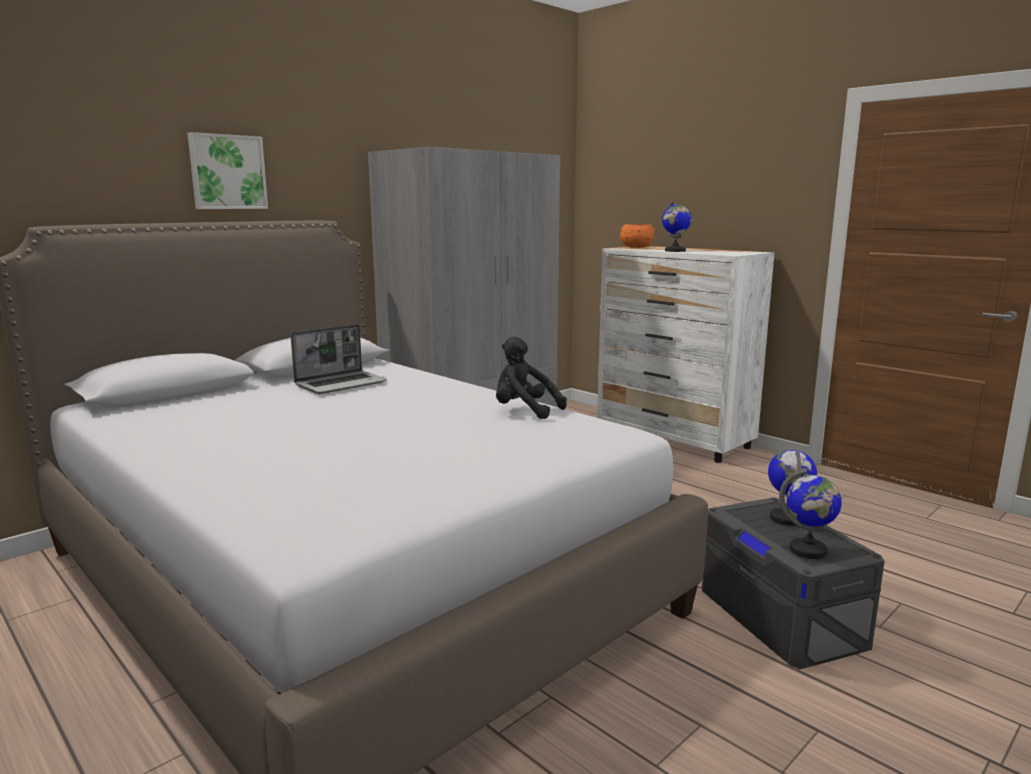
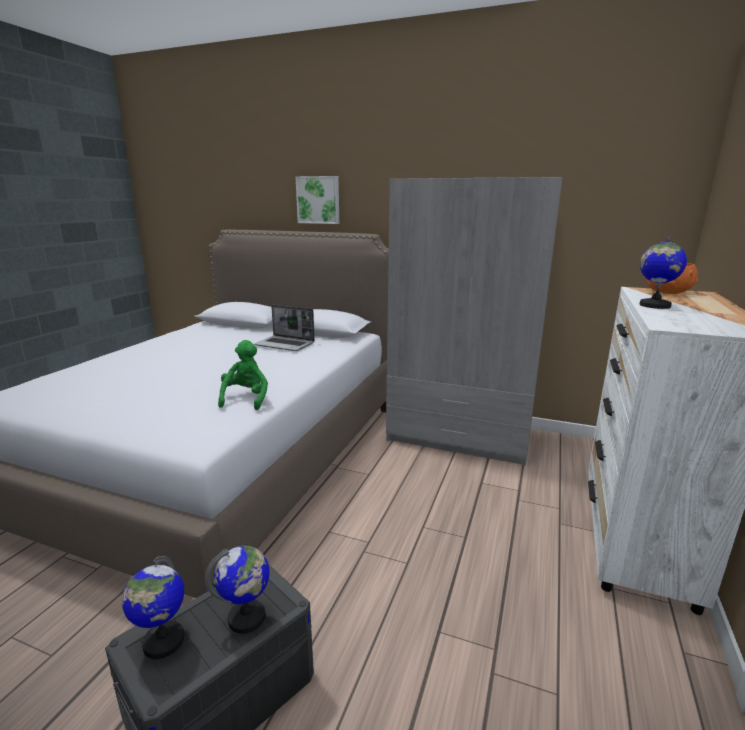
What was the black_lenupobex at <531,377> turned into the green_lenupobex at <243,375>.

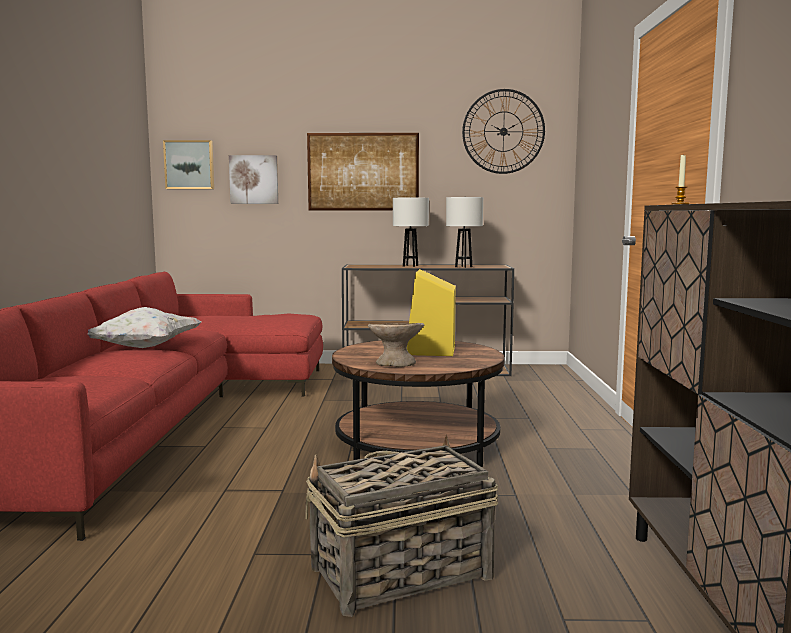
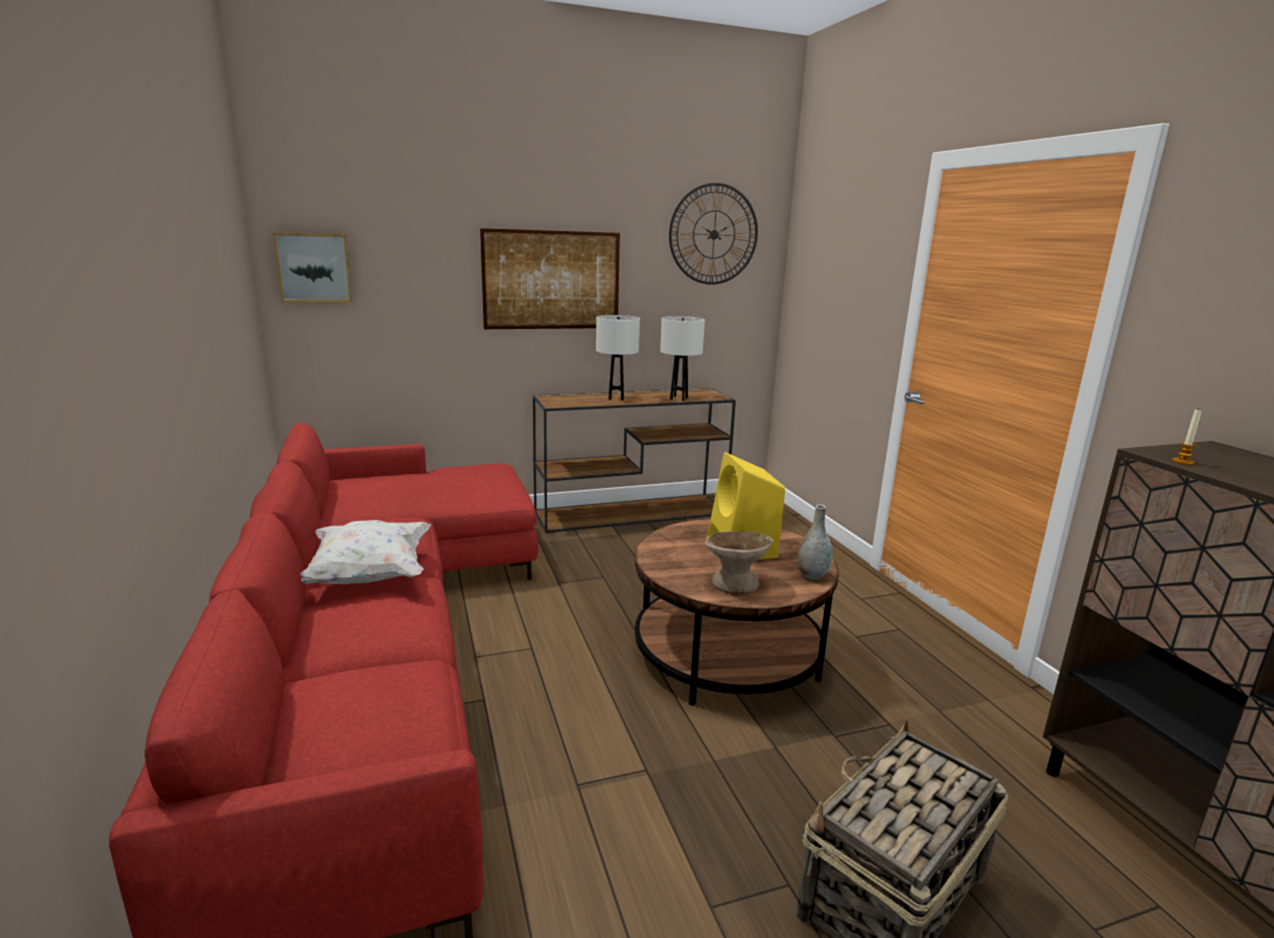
The second view lost the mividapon at <253,179>.
The second view gained the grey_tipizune at <814,541>.

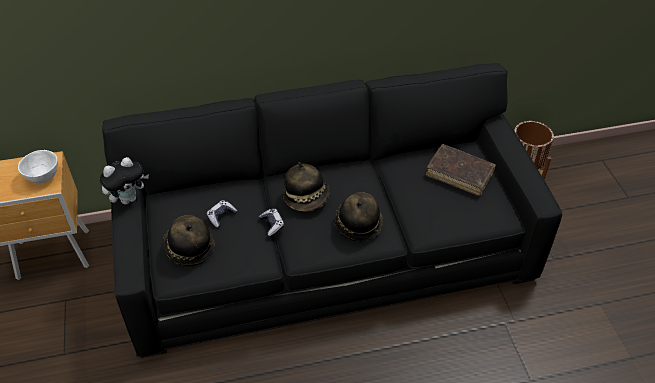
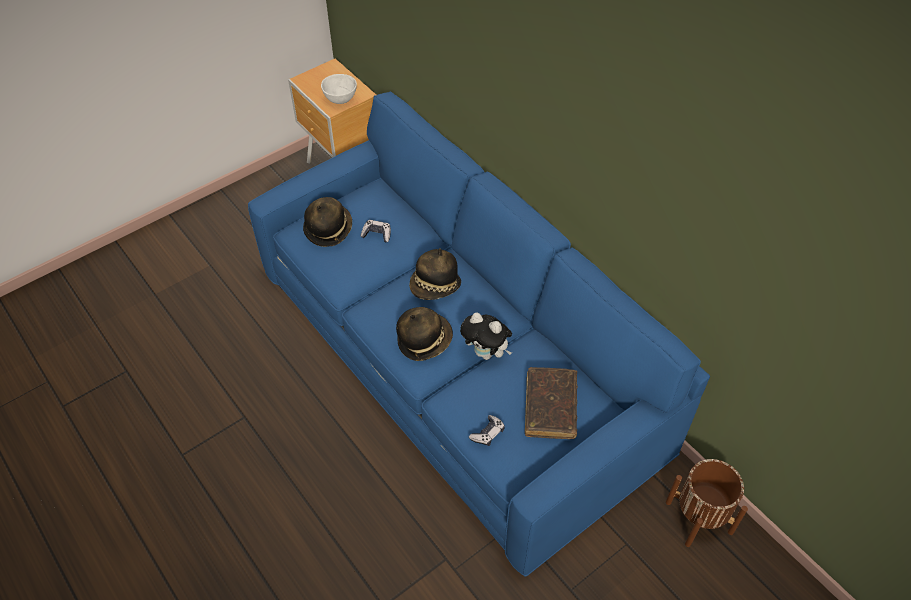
The lenupobex ended up elsewhere, having gone from <124,180> to <486,336>.
The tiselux ended up elsewhere, having gone from <271,222> to <487,430>.
What was the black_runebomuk at <332,210> turned into the blue_runebomuk at <479,334>.

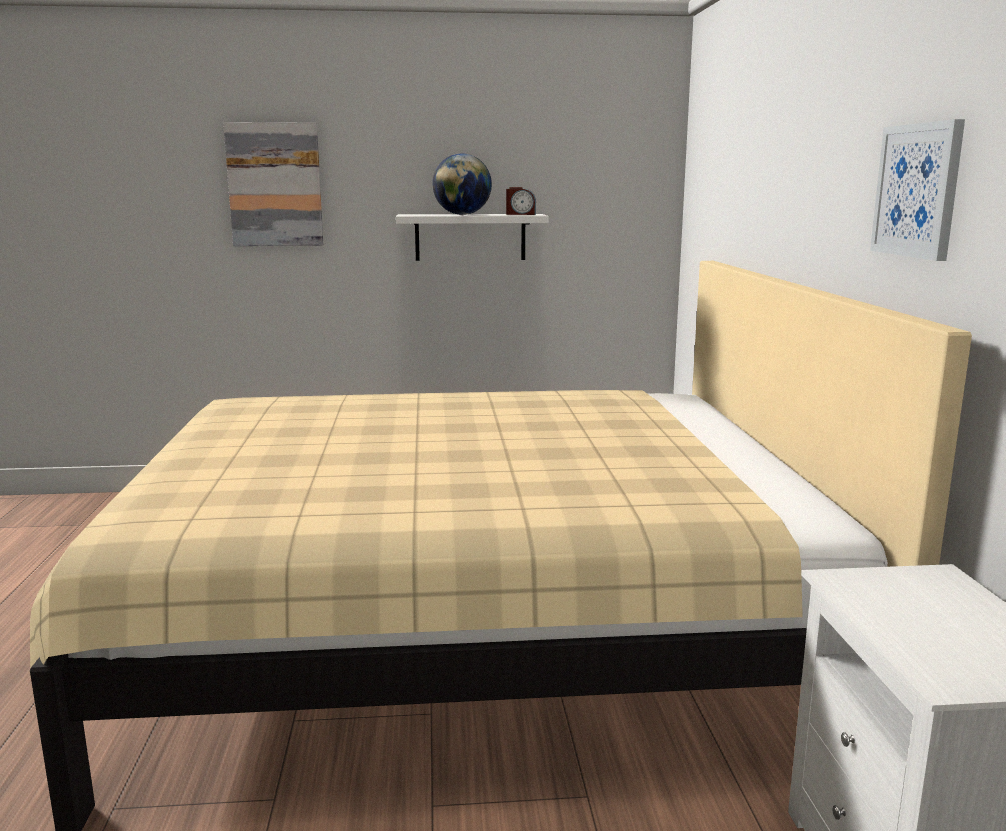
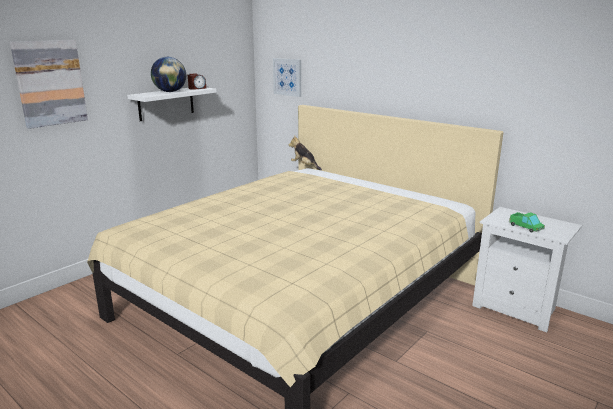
The second view gained the lenupobex at <305,153>.
The second view gained the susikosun at <527,222>.
The mividapon ended up elsewhere, having gone from <917,190> to <287,77>.

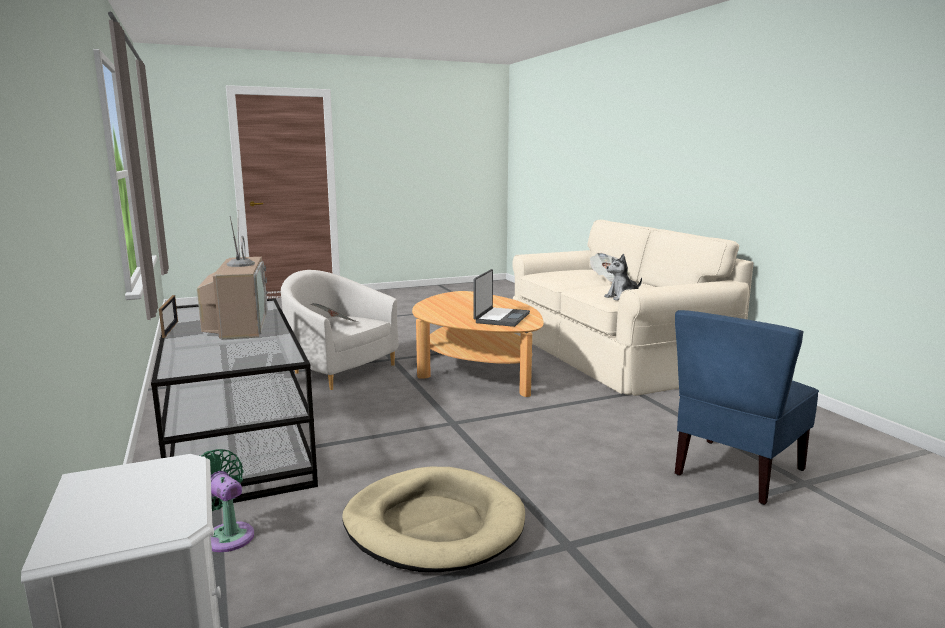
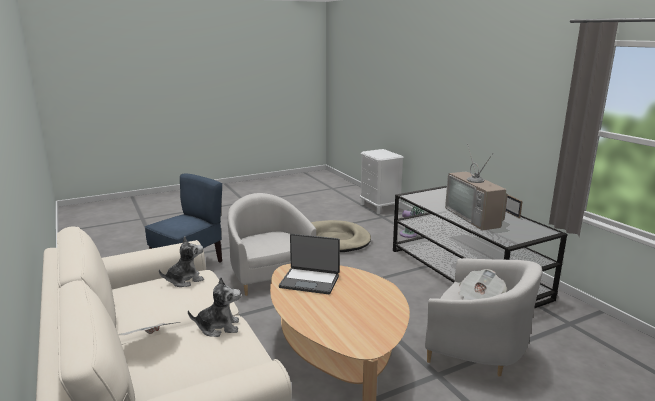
The second view gained the lenupobex at <214,307>.
The second view gained the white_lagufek at <272,244>.
The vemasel at <501,298> ended up facing another way, 90 degrees counterclockwise from before.

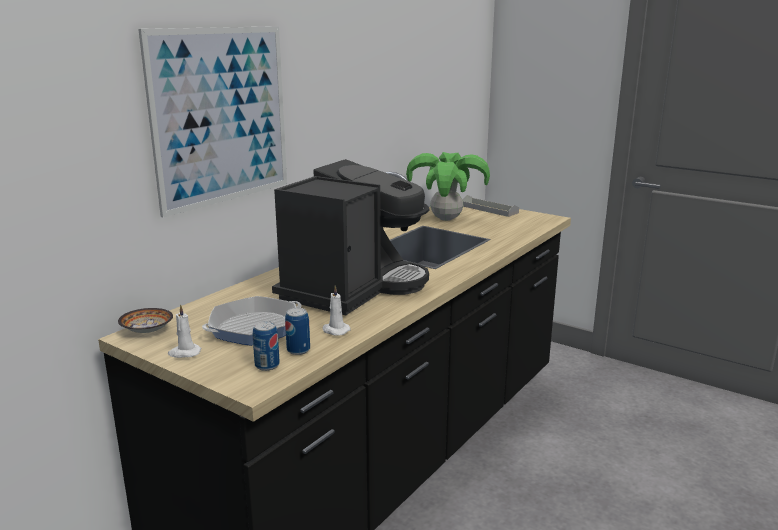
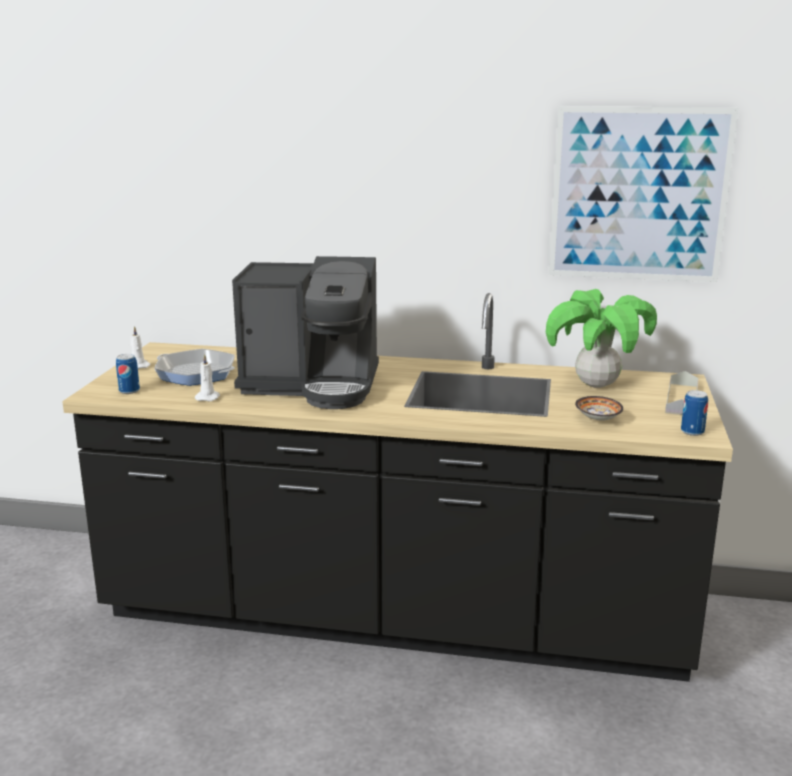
The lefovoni ended up elsewhere, having gone from <145,320> to <599,408>.
The mividapon ended up elsewhere, having gone from <212,122> to <644,194>.
The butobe ended up elsewhere, having gone from <297,331> to <694,413>.

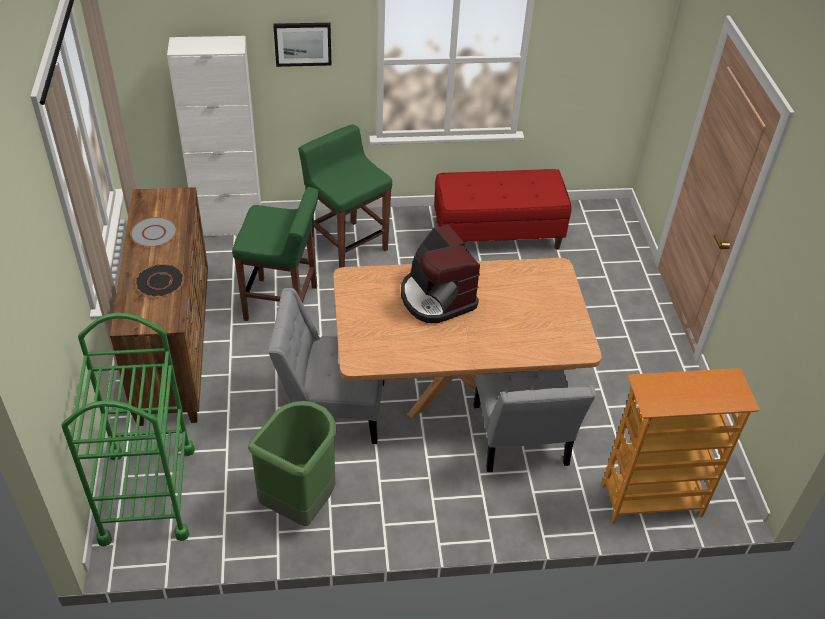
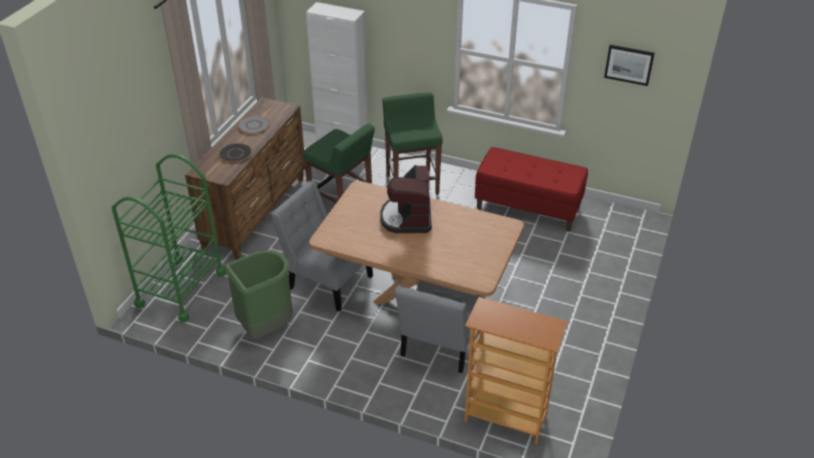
The mividapon ended up elsewhere, having gone from <302,45> to <629,65>.

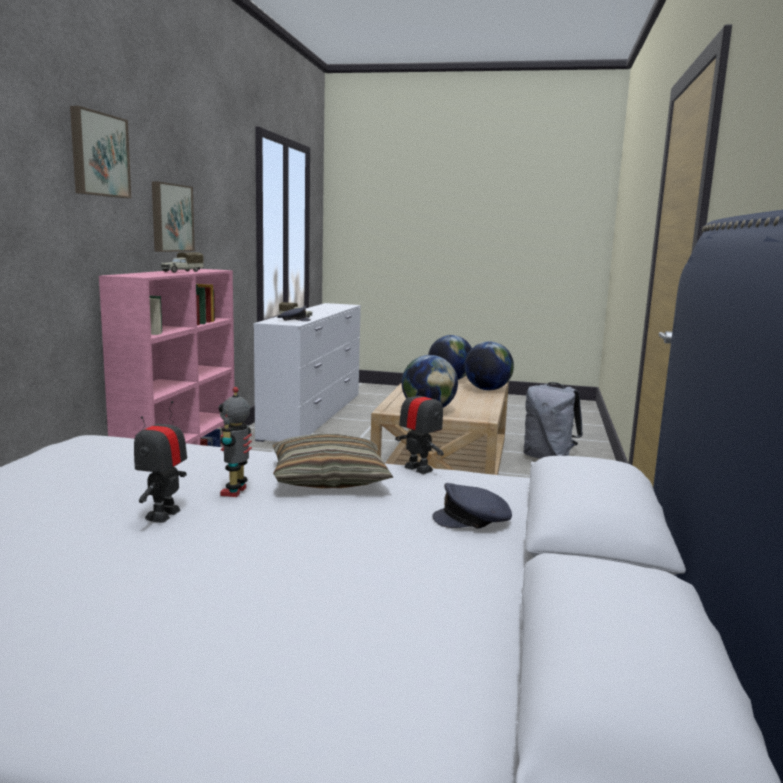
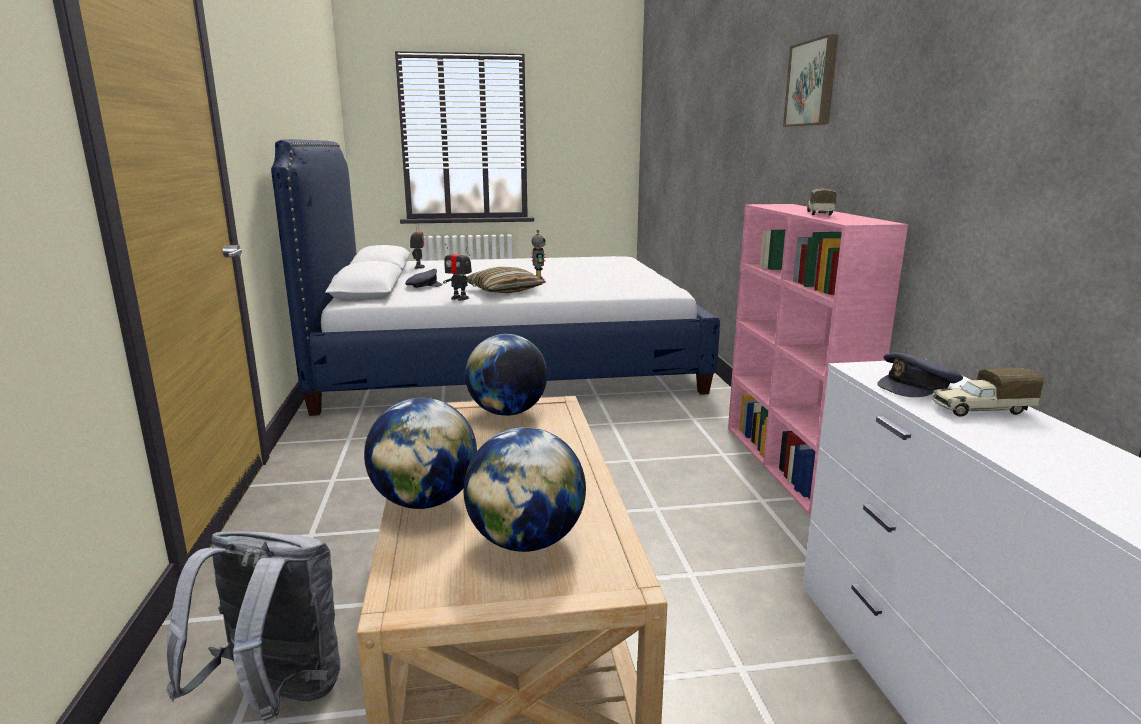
The second view lost the mividapon at <173,216>.
The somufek ended up elsewhere, having gone from <160,462> to <417,247>.

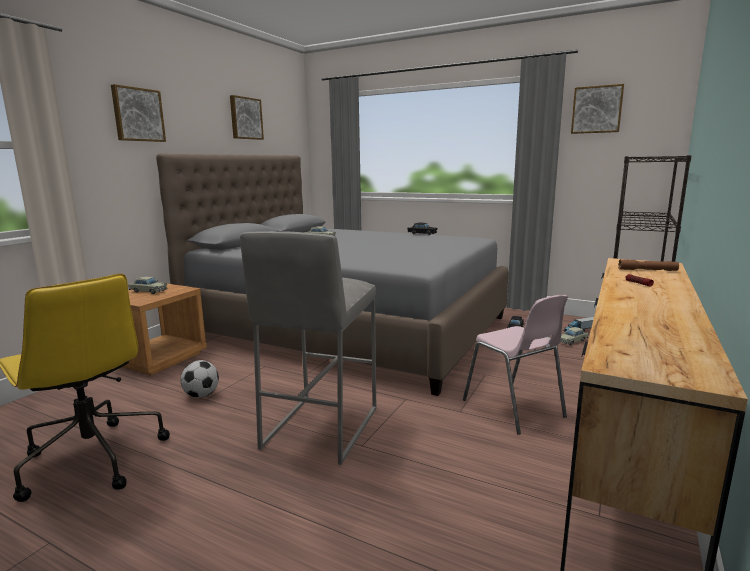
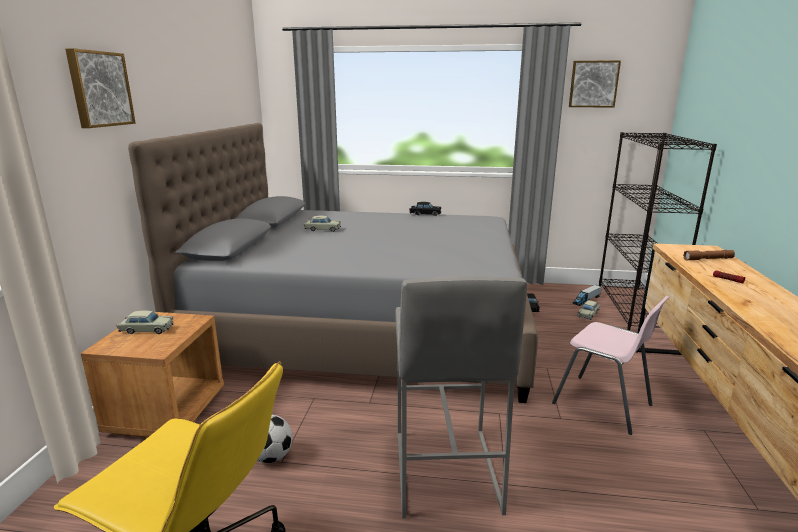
The second view lost the mividapon at <247,117>.

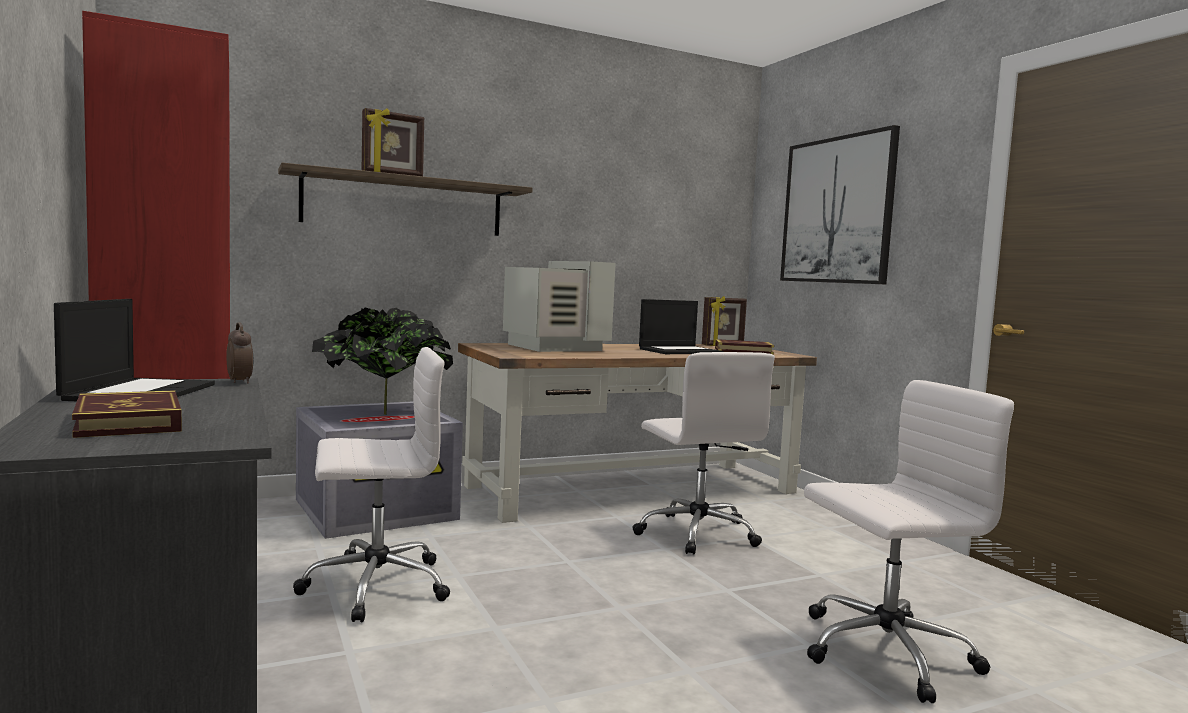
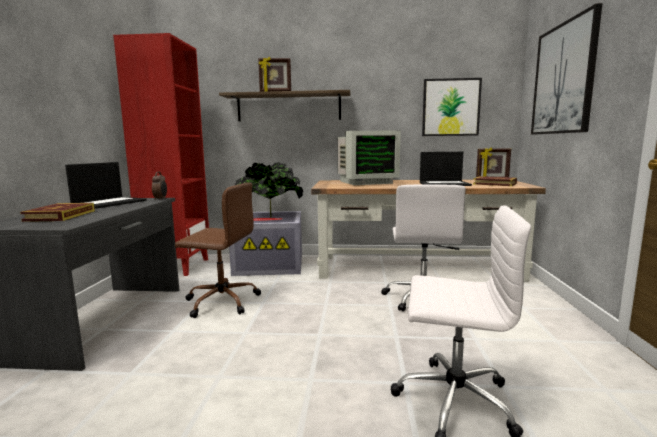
The second view gained the mividapon at <452,107>.
What was the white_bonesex at <371,484> turned into the brown_bonesex at <218,250>.
The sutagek at <559,306> ended up facing another way, 75 degrees clockwise from before.

